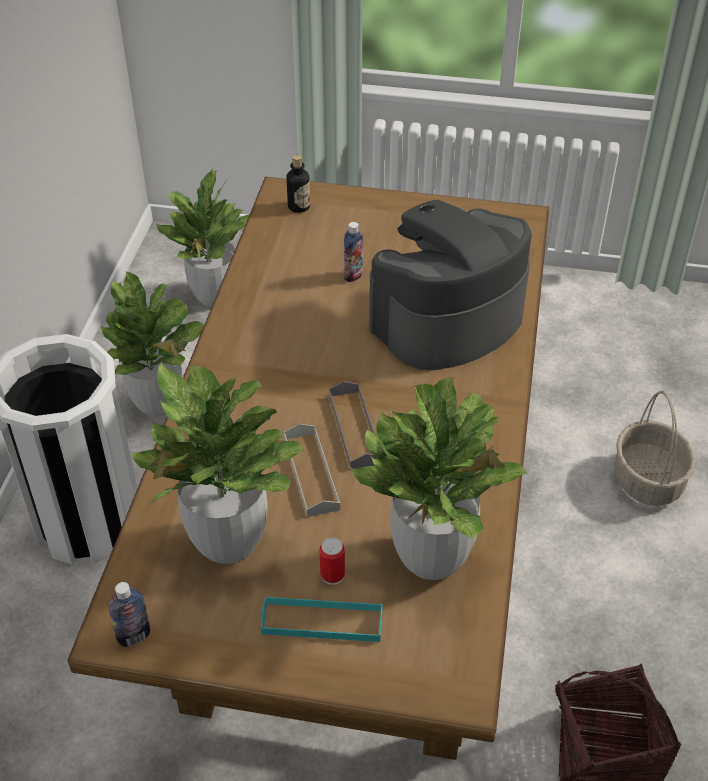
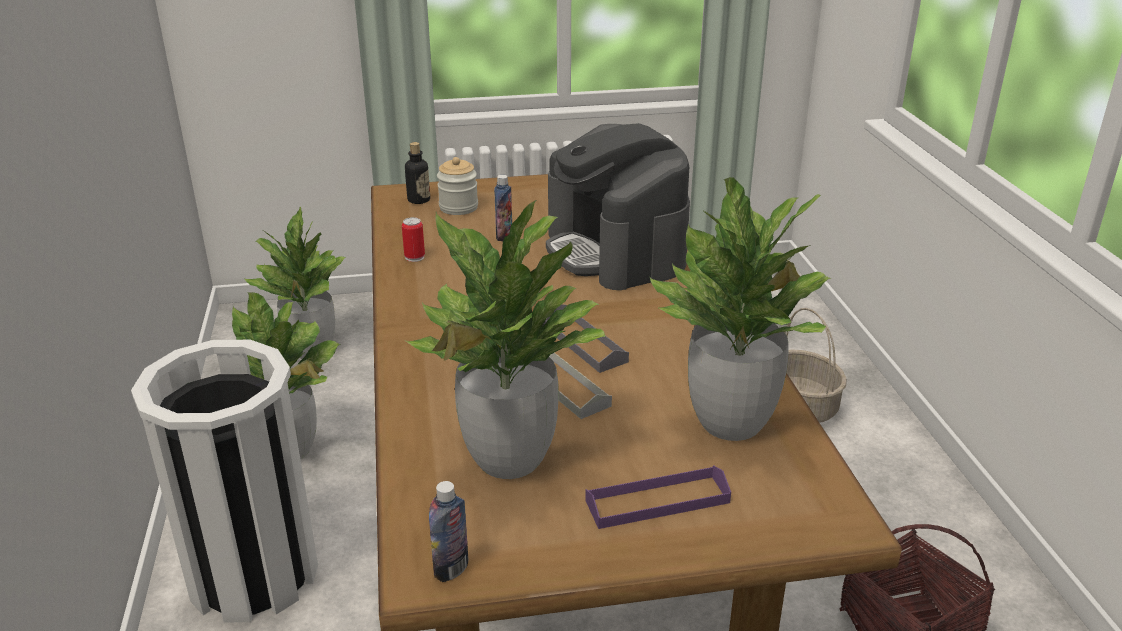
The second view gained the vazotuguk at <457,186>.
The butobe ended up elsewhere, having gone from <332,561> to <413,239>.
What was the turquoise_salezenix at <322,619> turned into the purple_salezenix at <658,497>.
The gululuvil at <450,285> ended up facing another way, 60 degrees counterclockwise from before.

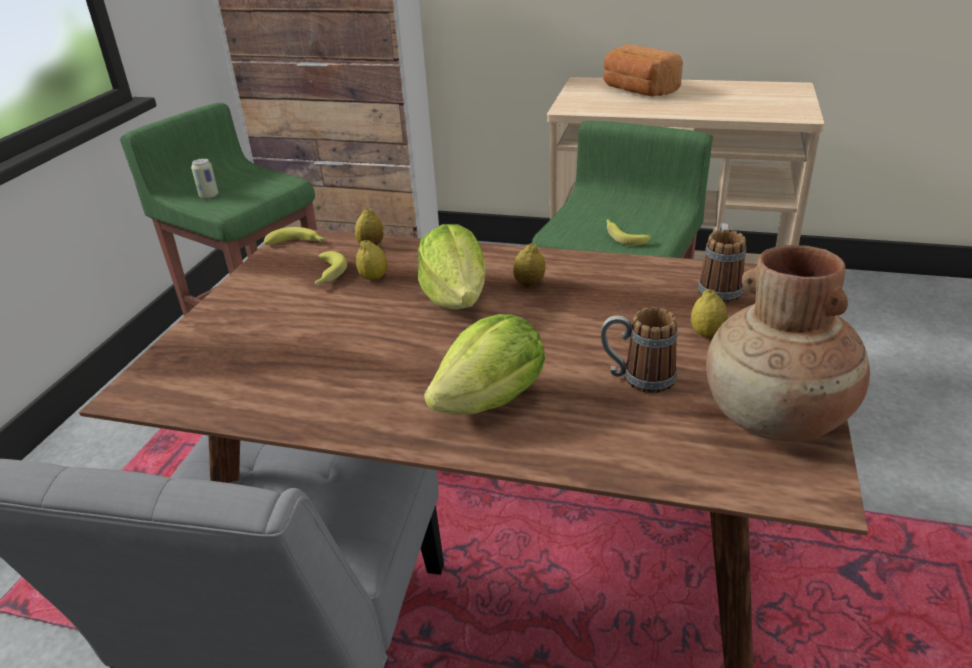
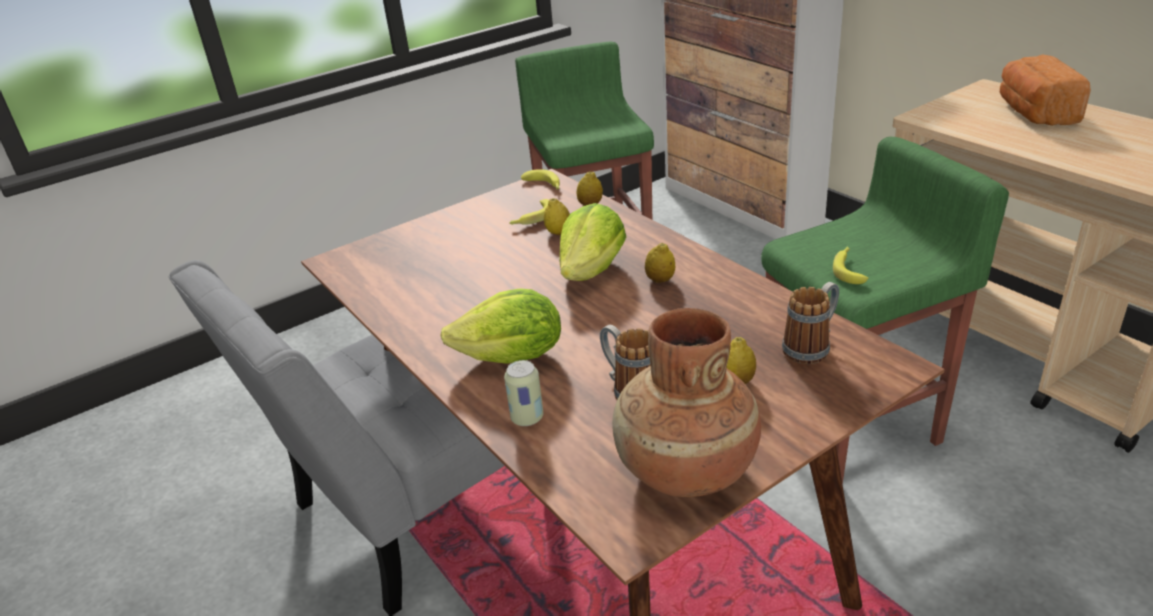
The butobe ended up elsewhere, having gone from <204,178> to <524,393>.

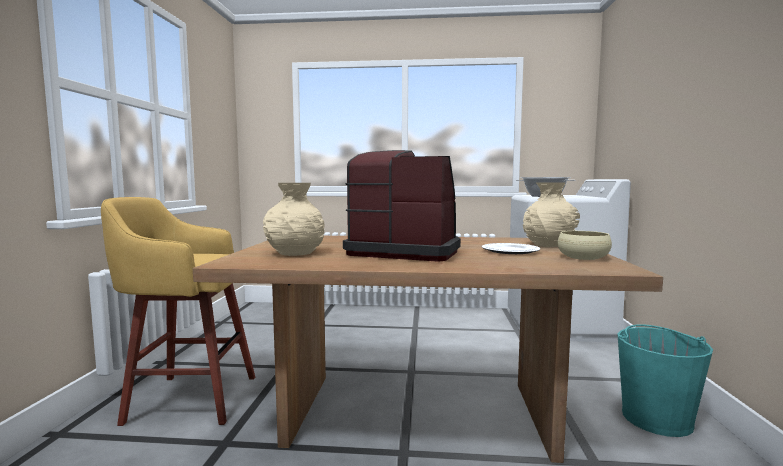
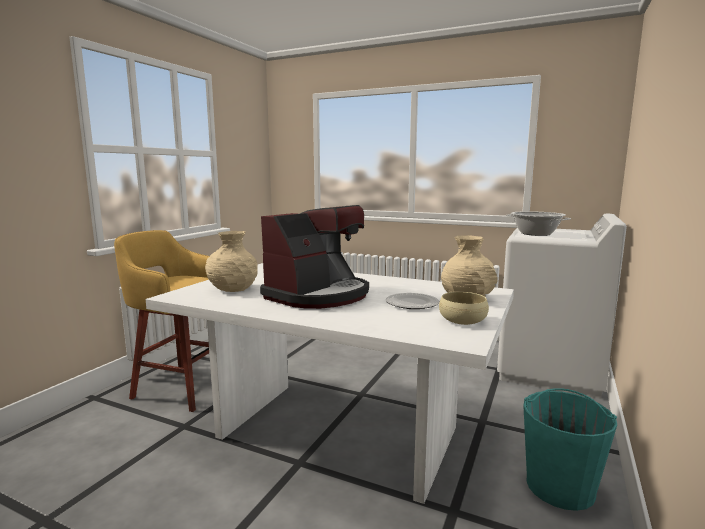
What was the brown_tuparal at <428,349> turned into the white_tuparal at <330,383>.
The gululuvil at <402,206> ended up facing another way, 90 degrees clockwise from before.

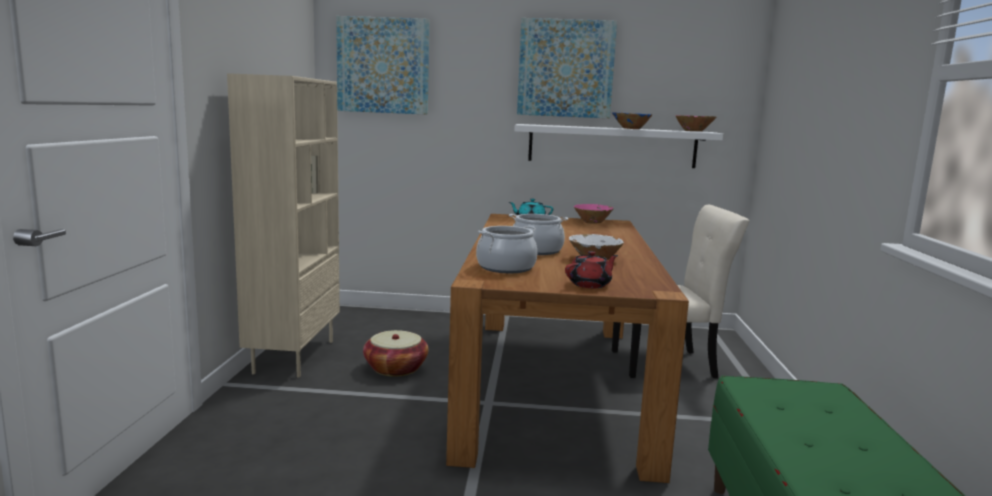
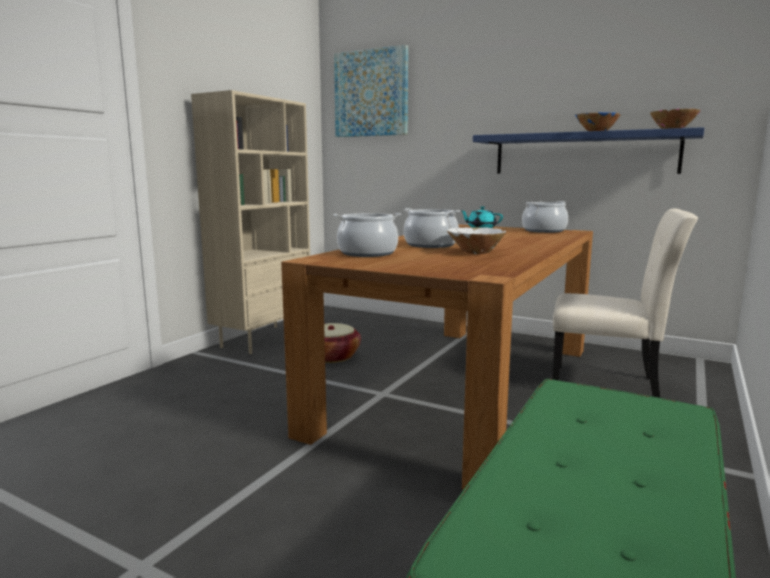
The second view lost the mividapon at <567,68>.
The second view lost the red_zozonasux at <591,269>.
Where the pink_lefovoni stood at <593,214>, the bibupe came to stand at <545,217>.
What was the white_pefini at <618,146> turned into the blue_pefini at <588,150>.

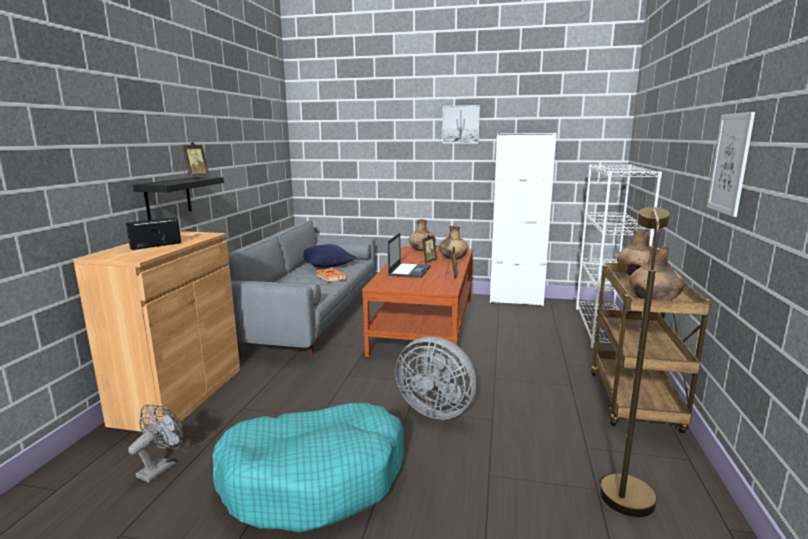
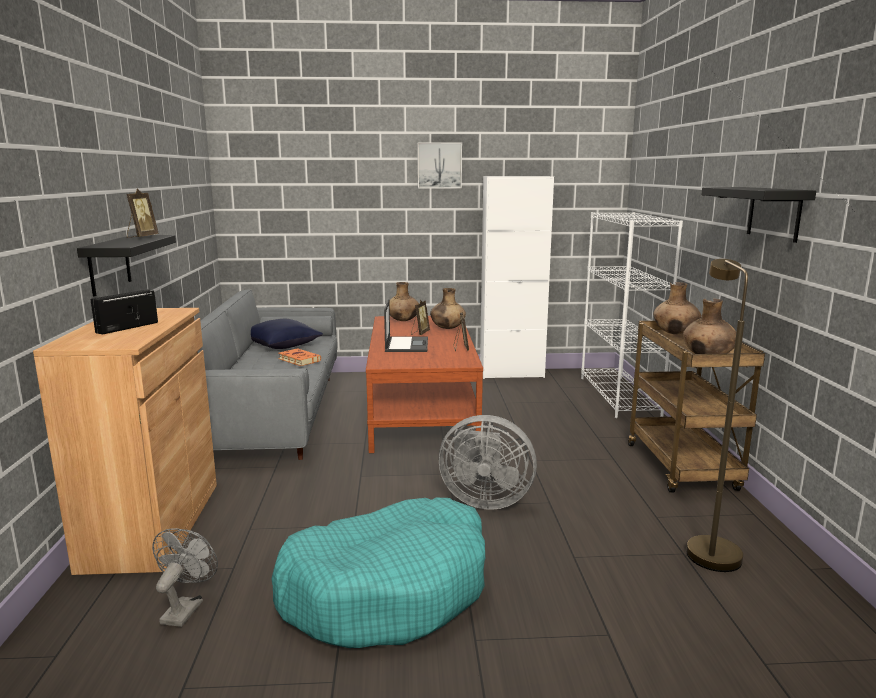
Where the mividapon hung at <731,164>, the black_pefini came to hang at <759,215>.

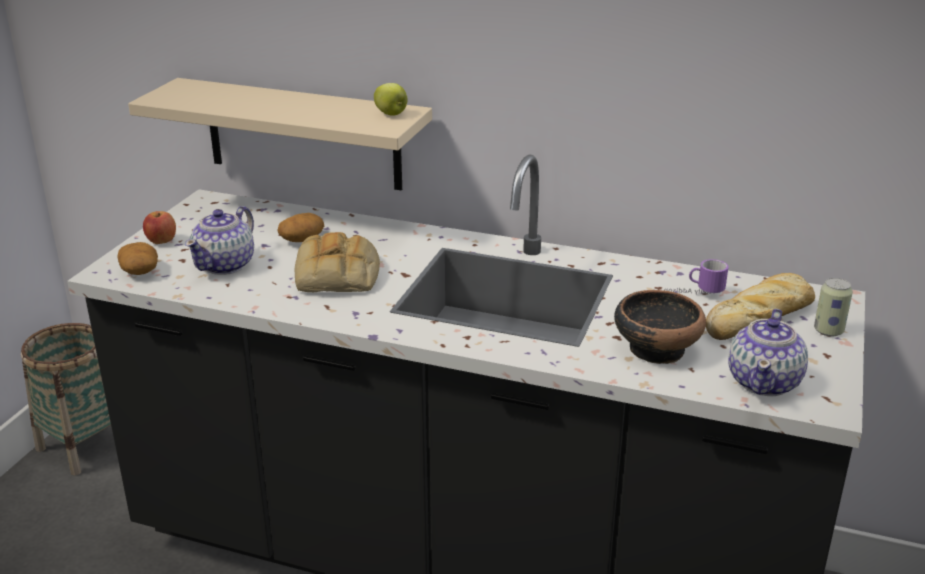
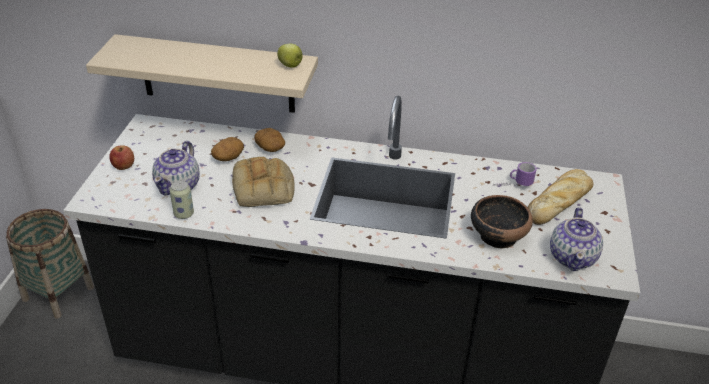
The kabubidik ended up elsewhere, having gone from <137,258> to <269,140>.
The butobe ended up elsewhere, having gone from <833,307> to <182,199>.

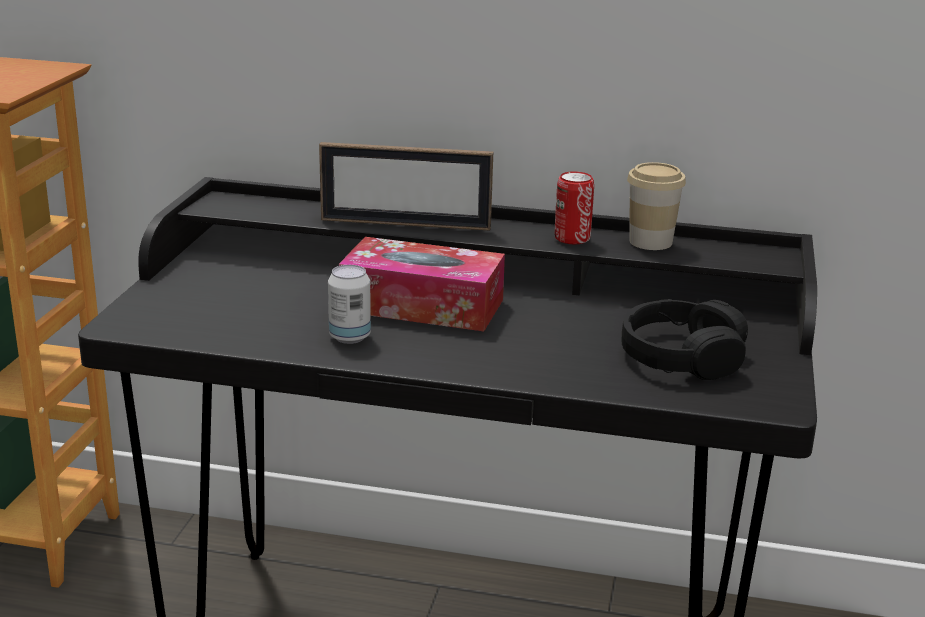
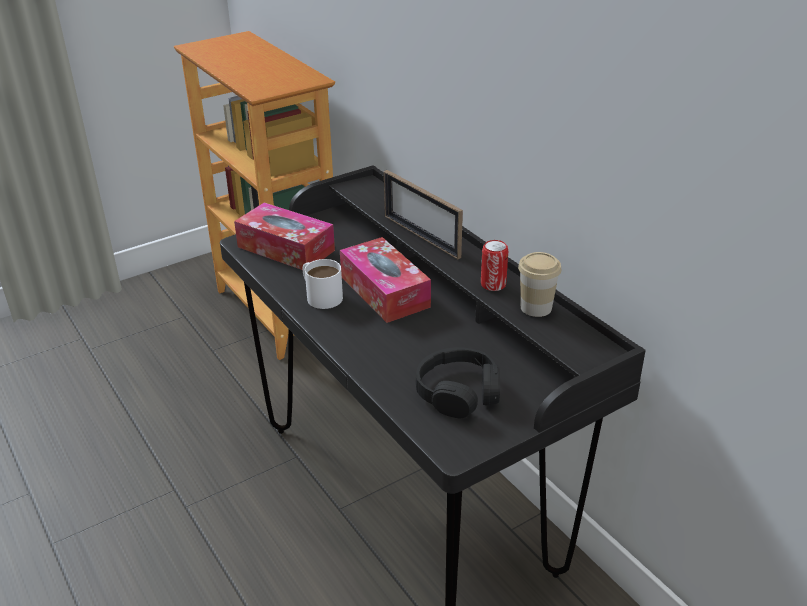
The second view gained the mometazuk at <284,236>.
Where the butobe stood at <349,304>, the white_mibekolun came to stand at <323,284>.

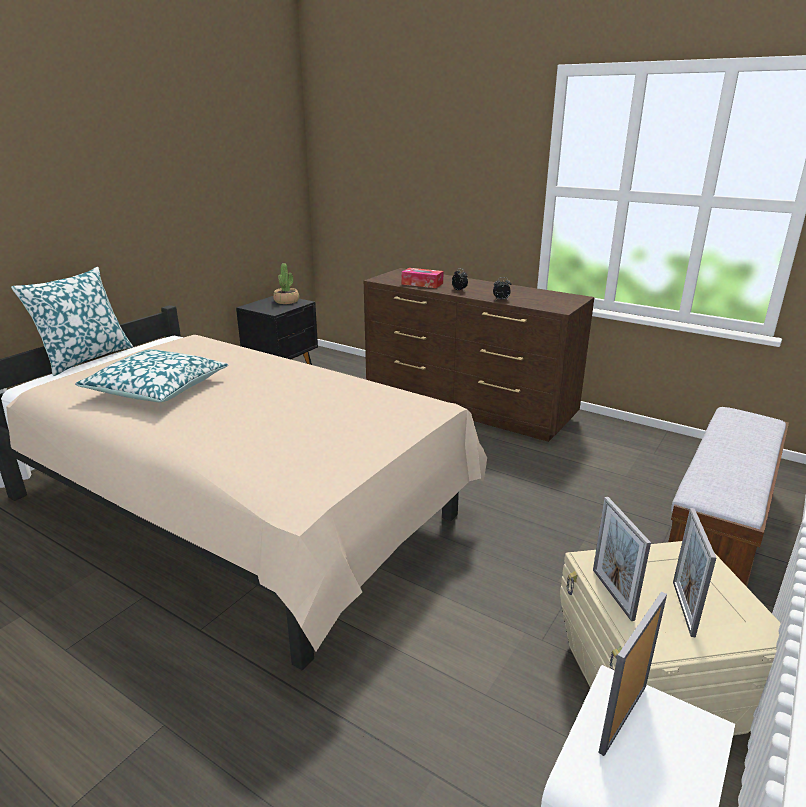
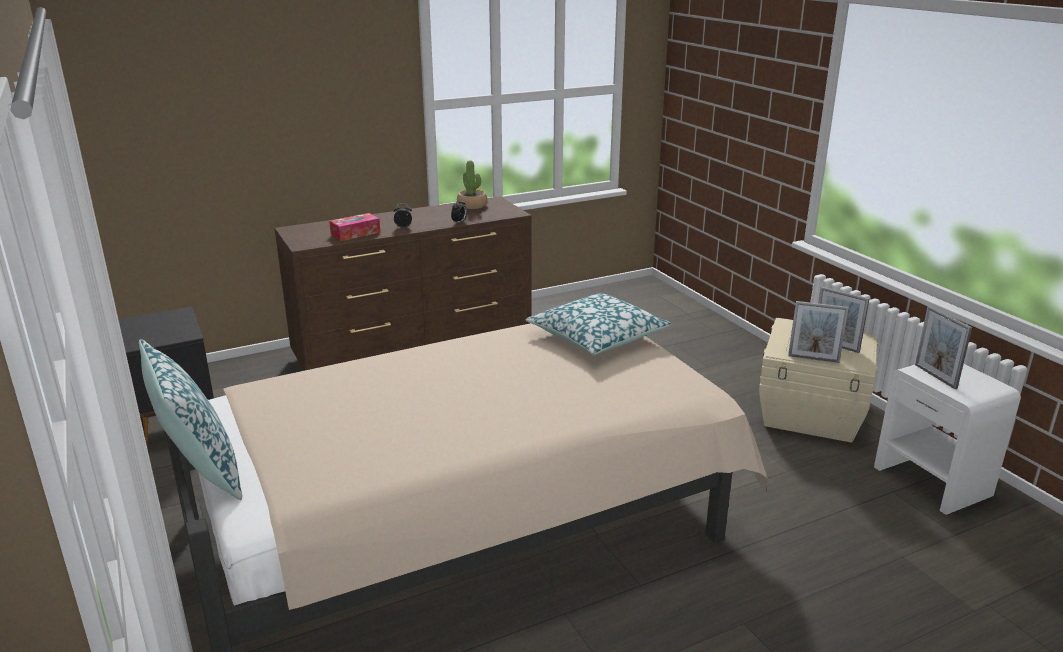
The second view lost the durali at <728,497>.
The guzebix ended up elsewhere, having gone from <152,375> to <599,324>.
The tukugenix ended up elsewhere, having gone from <286,283> to <472,185>.

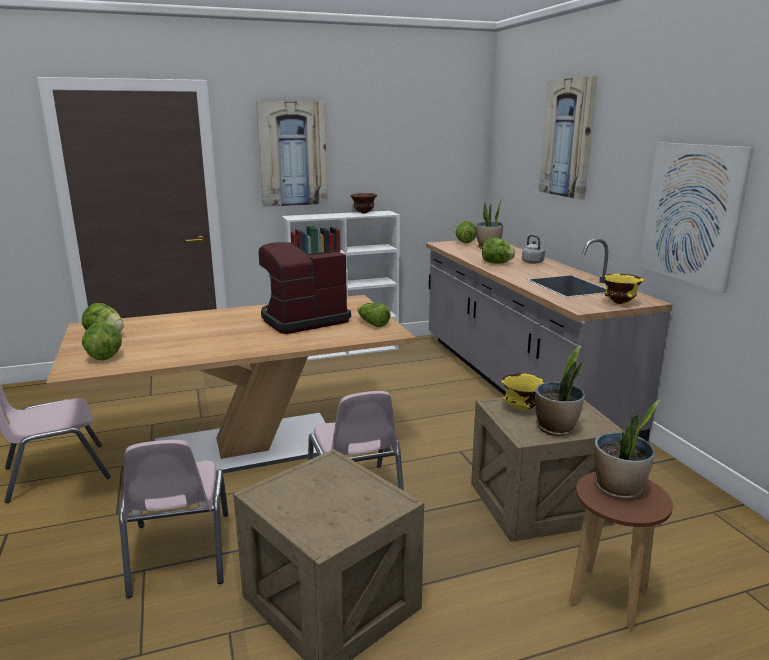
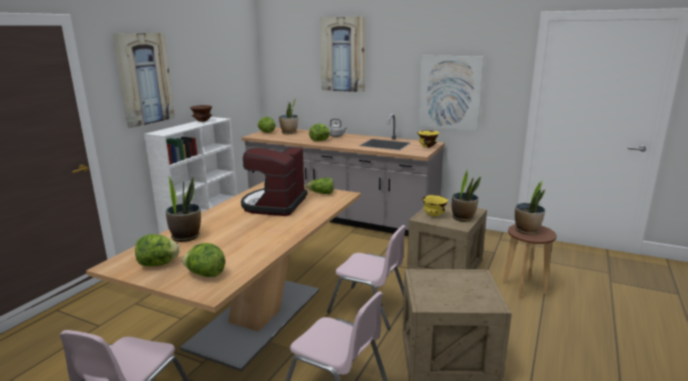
The second view gained the tukugenix at <183,209>.

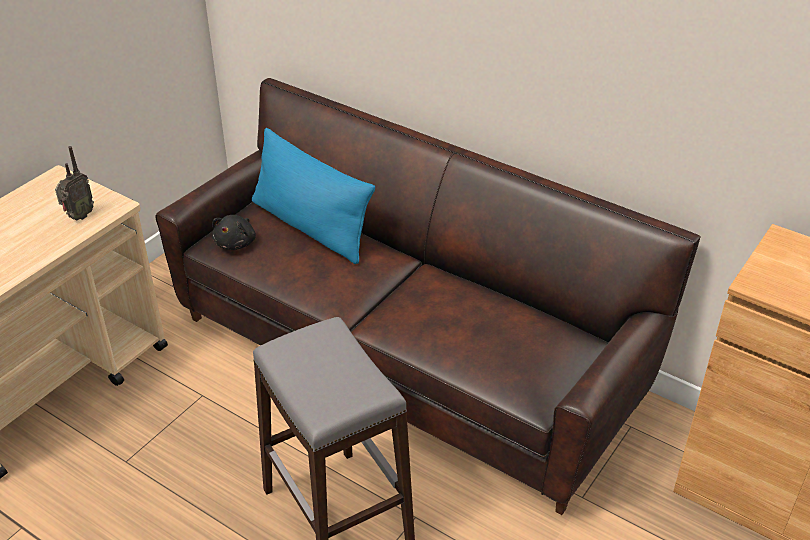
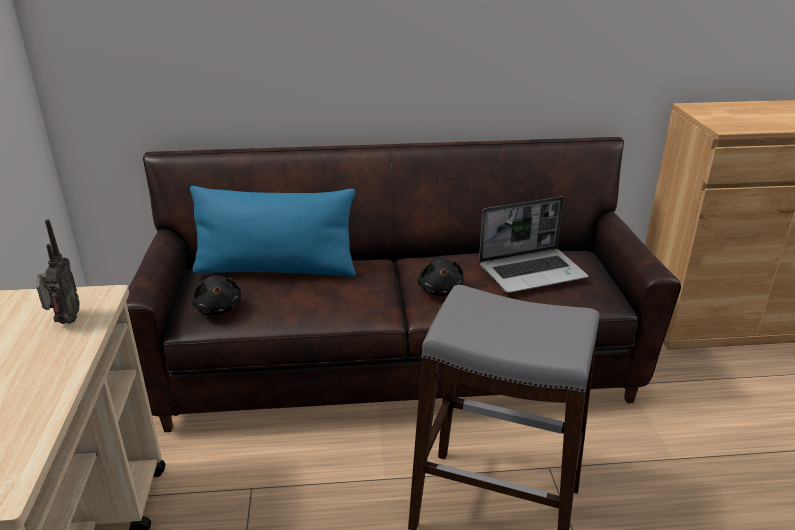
The second view gained the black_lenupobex at <440,277>.
The second view gained the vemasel at <533,245>.

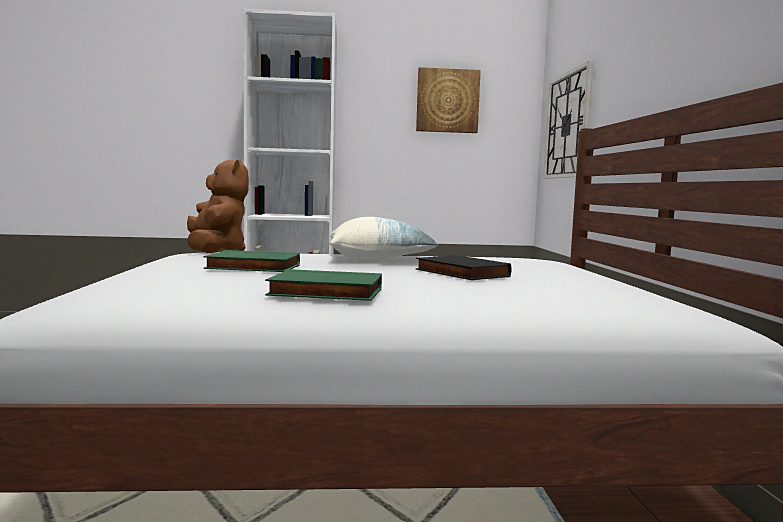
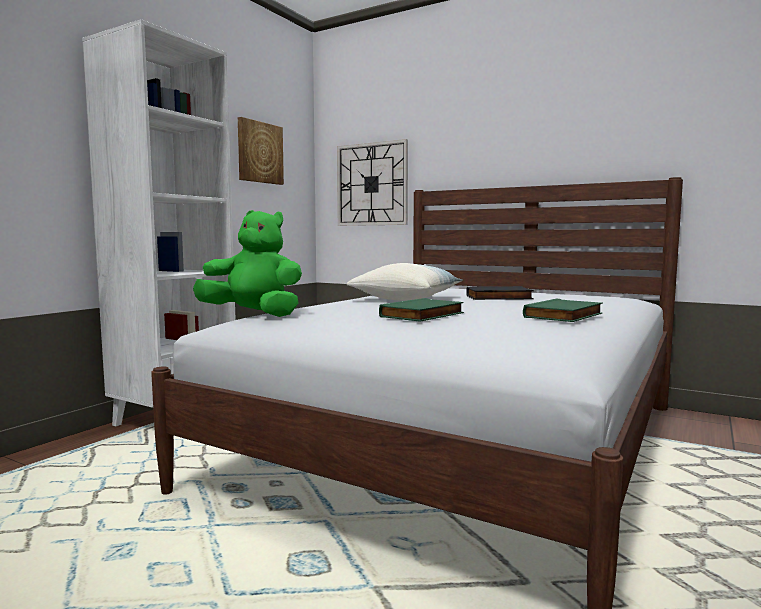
What was the brown_lenupobex at <218,206> turned into the green_lenupobex at <247,263>.

